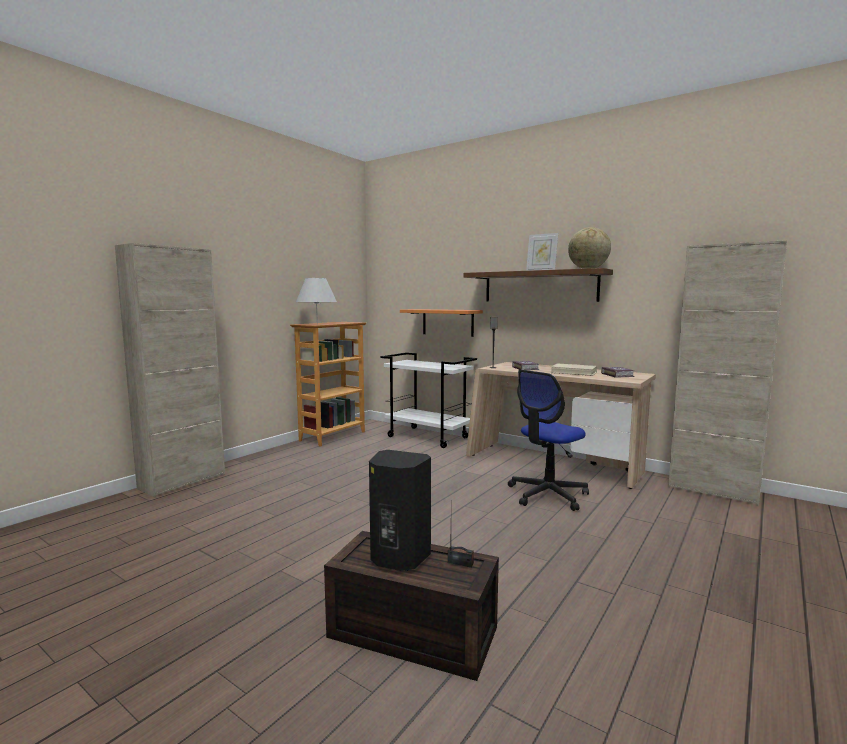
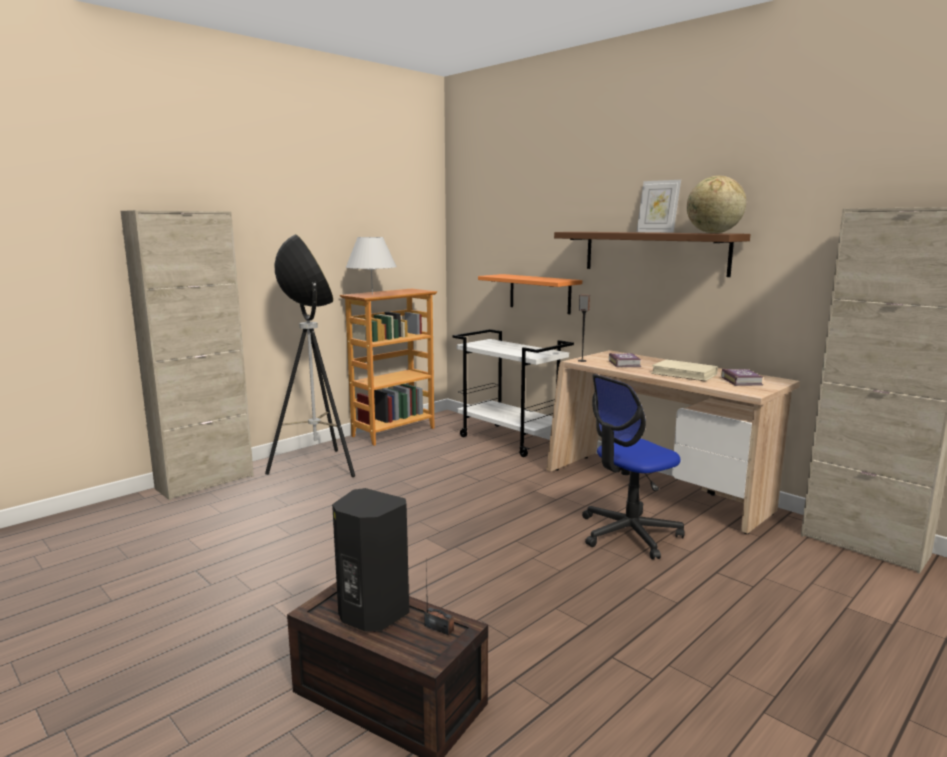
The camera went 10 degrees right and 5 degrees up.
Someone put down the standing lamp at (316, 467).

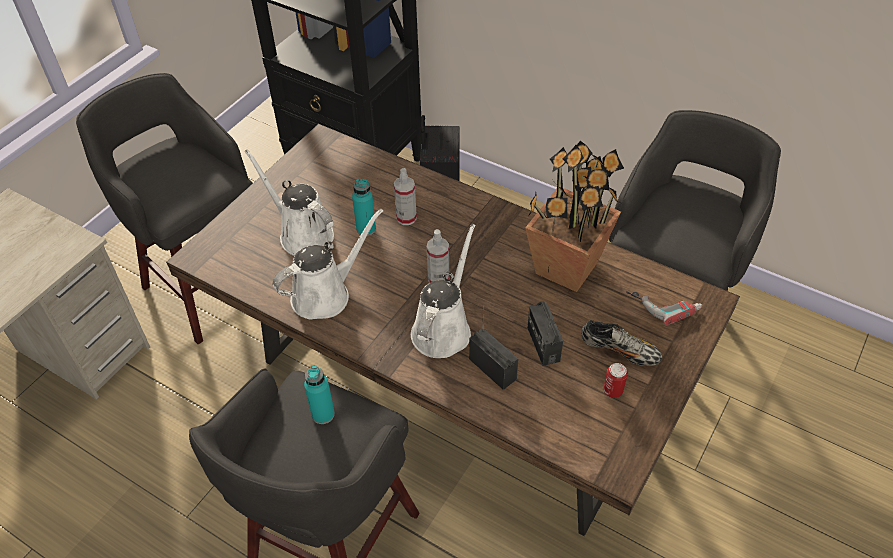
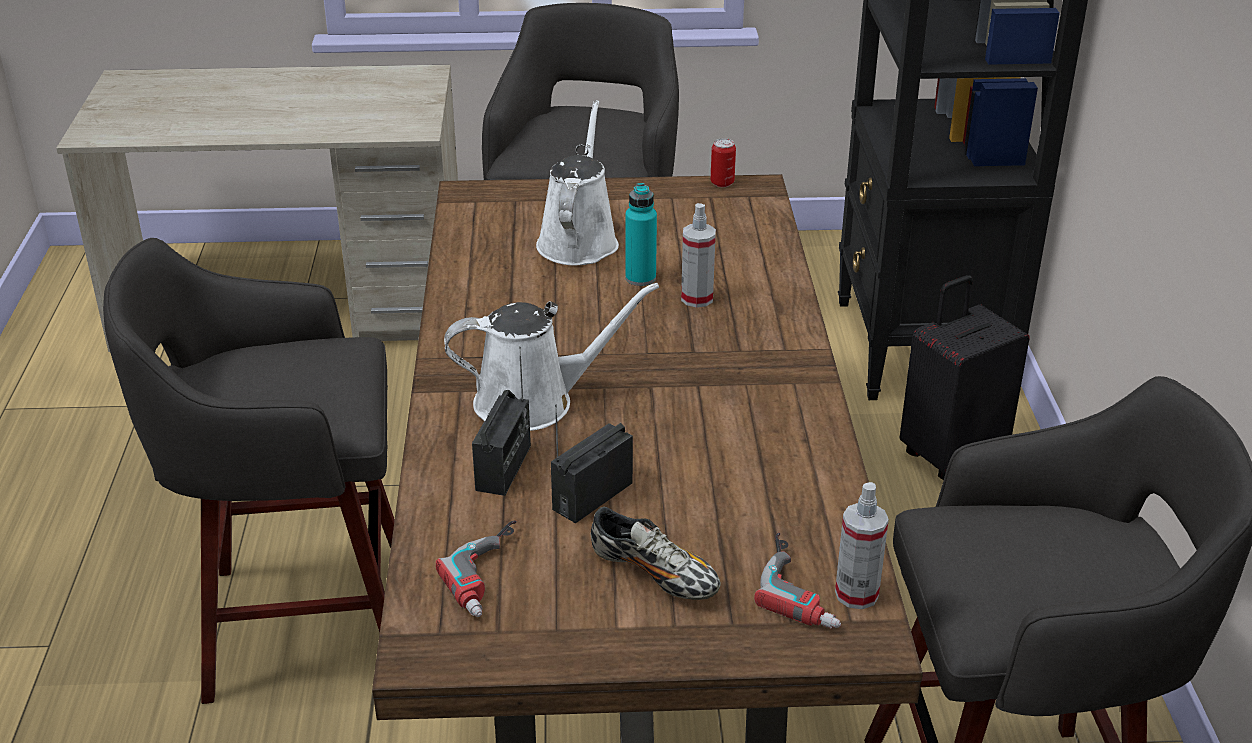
The camera went 55 degrees right and 15 degrees down.
Someone put down the drill at (494, 575).
Someone rotated the shoe at (619, 351) by 45 degrees counterclockwise.
Someone carried the can from (612, 390) to (722, 183).
Someone carried the sprayer from (438, 279) to (856, 594).
Someone took away the white watering can at (325, 294).
Someone took away the turquoise-coloured beverage bottle at (323, 414).
Someone took away the potted plant at (566, 267).

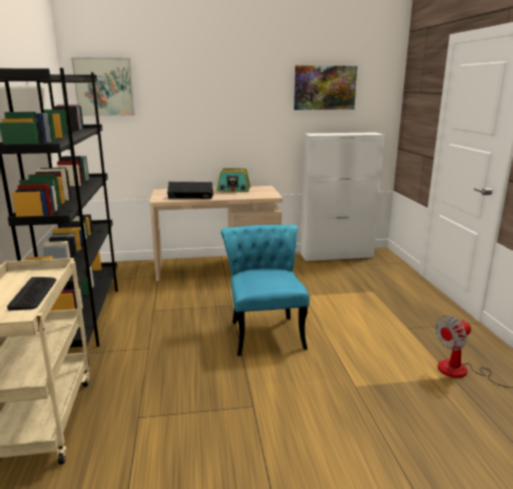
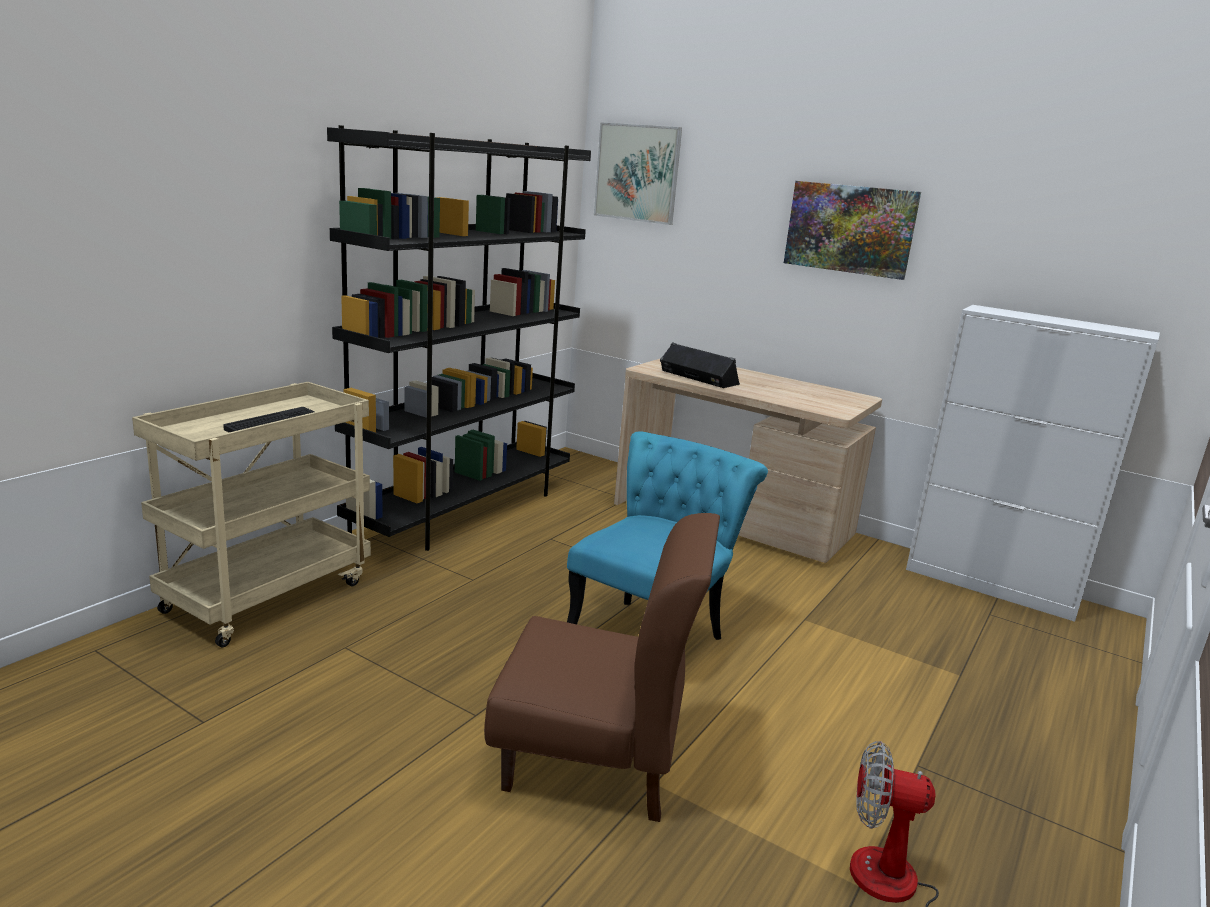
The camera went 40 degrees right and 0 degrees up.
Someone put down the brown-coloured upright chair at (593, 760).
Someone carried the wall art from (324, 88) to (850, 229).
Someone took away the radio set at (233, 189).

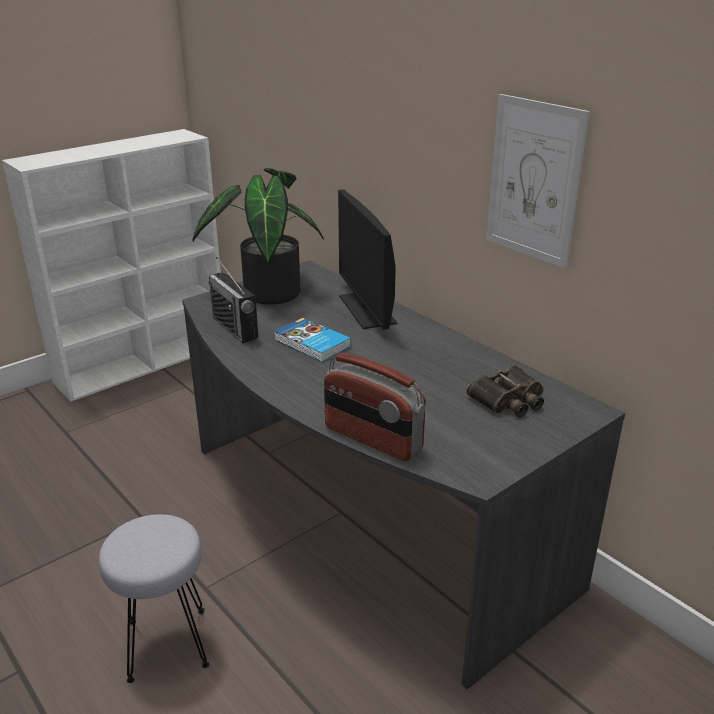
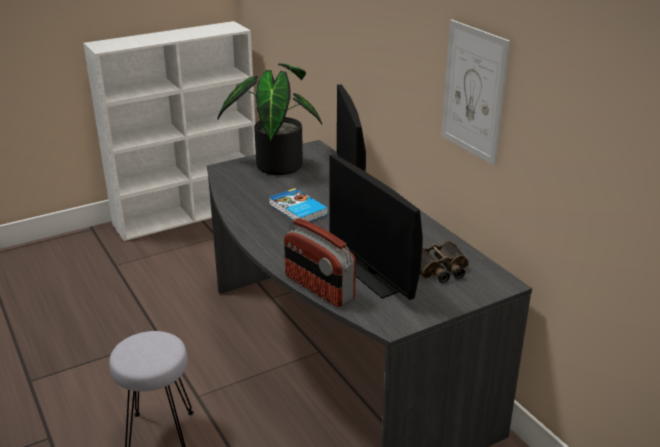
The camera went 10 degrees right and 0 degrees up.
Someone put down the computer screen at (373, 274).
Someone took away the radio set at (235, 328).

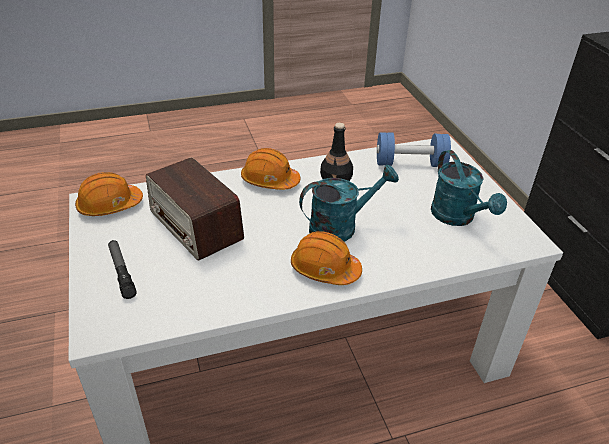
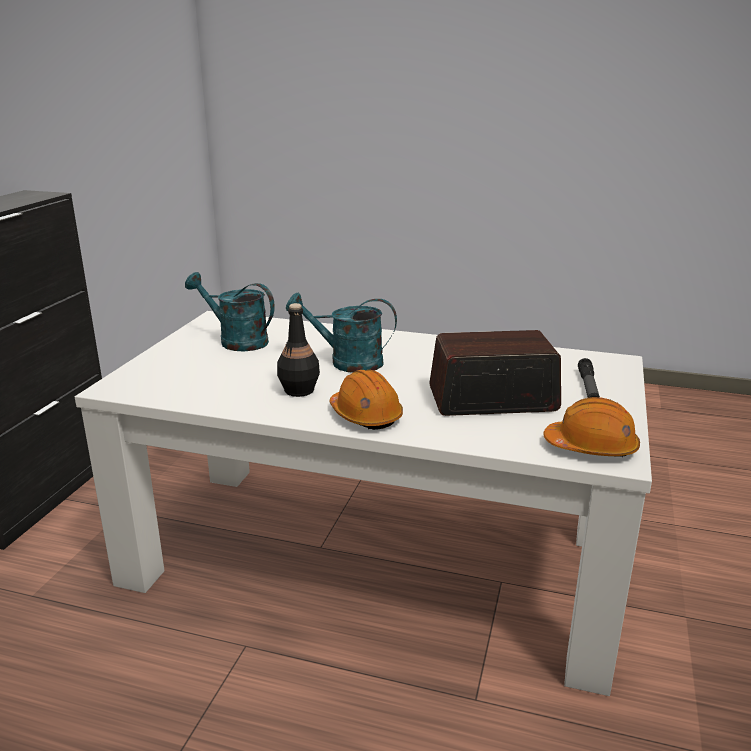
The camera went 145 degrees left and 15 degrees down.
Someone rotated the turquoise-coloured watering can at (457, 217) by 75 degrees counterclockwise.
Someone rotated the radio set at (196, 226) by 90 degrees counterclockwise.
Someone took away the orange work helmet at (324, 269).
Someone took away the blue dumbbell at (410, 163).

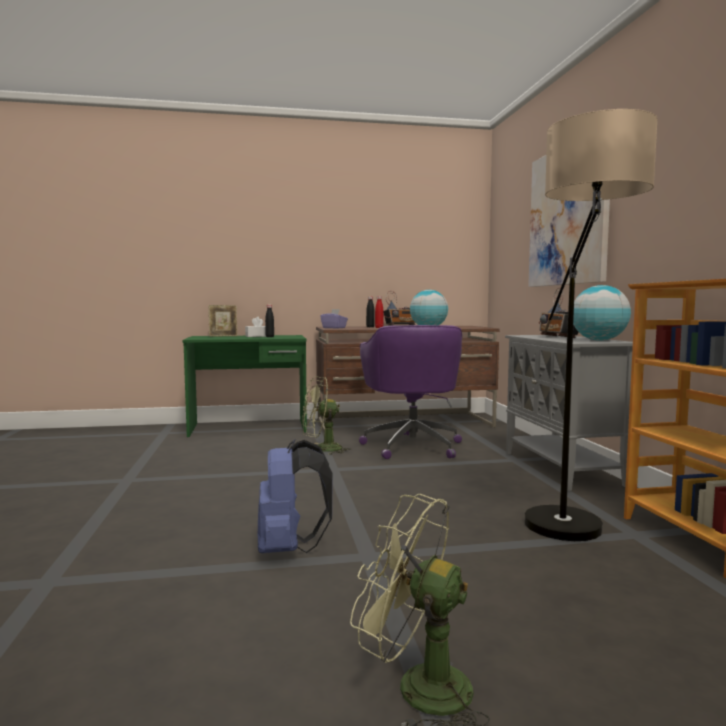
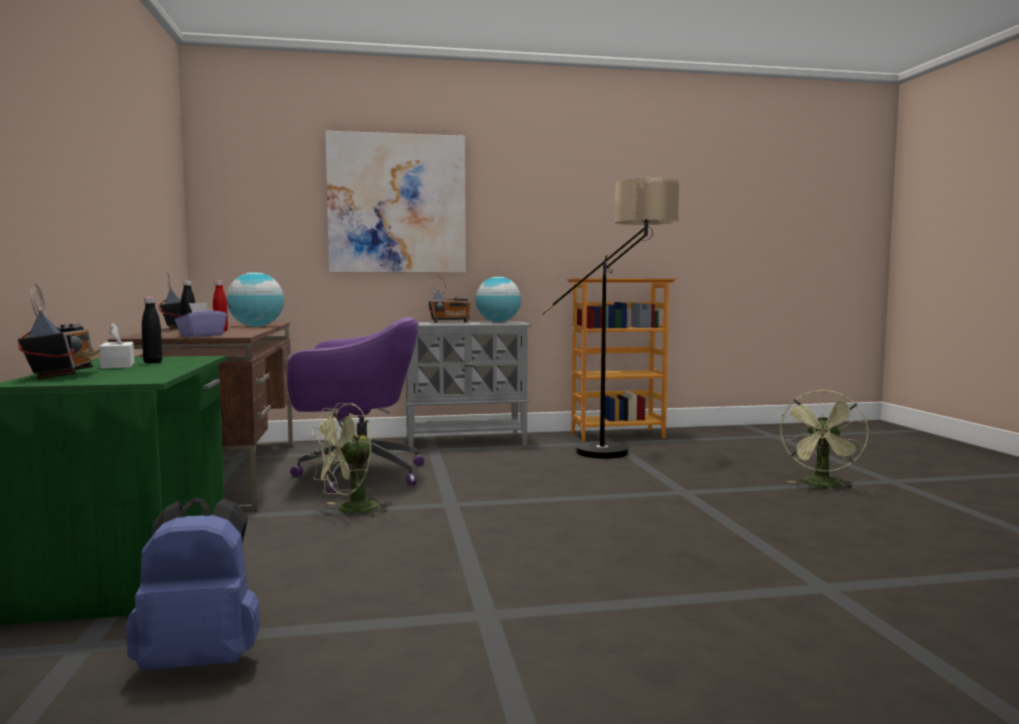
The camera went 90 degrees left and 0 degrees up.
Someone swapped the photo frame at (223, 336) for the radio set at (62, 375).
Someone carried the blue backpack from (289, 549) to (202, 660).
Someone rotated the green cooling fan at (322, 449) by 60 degrees clockwise.

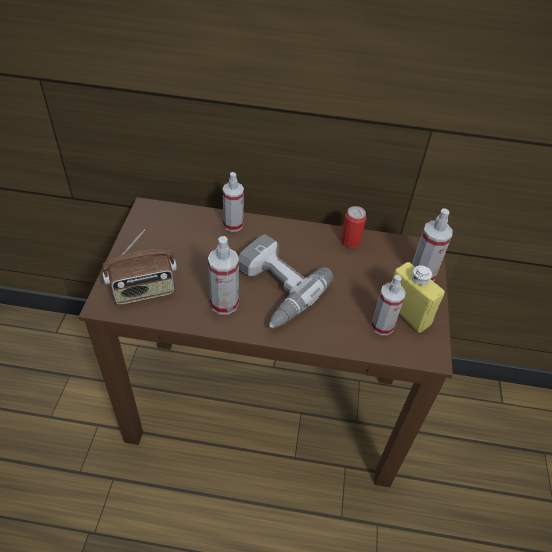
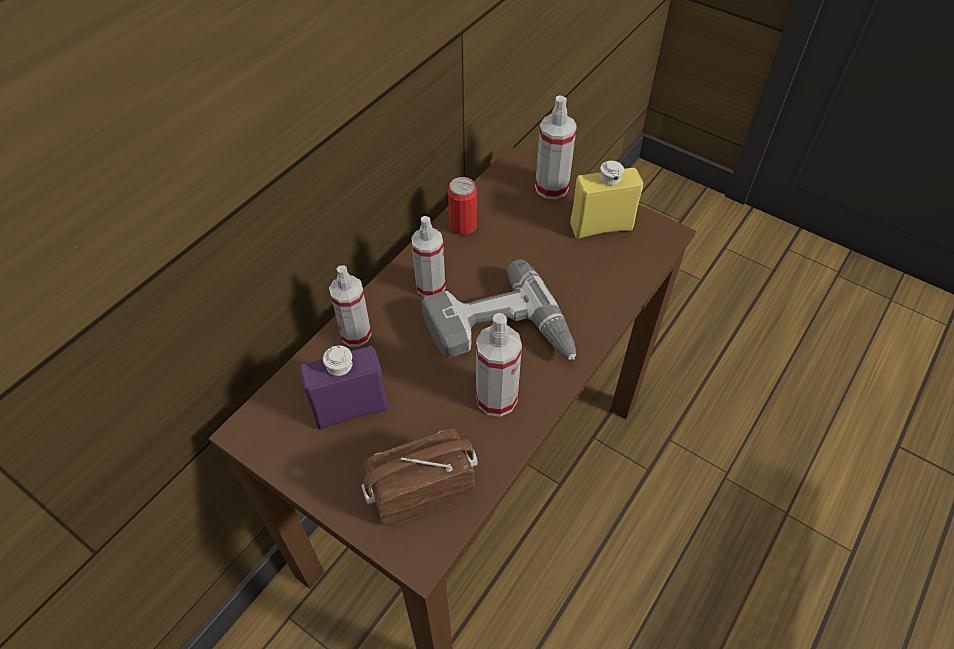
The camera went 60 degrees left and 5 degrees up.
Someone put down the purple-coloured beverage bottle at (350, 409).
Someone rotated the radio set at (144, 291) by 120 degrees counterclockwise.
Someone carried the sprayer from (382, 326) to (430, 286).

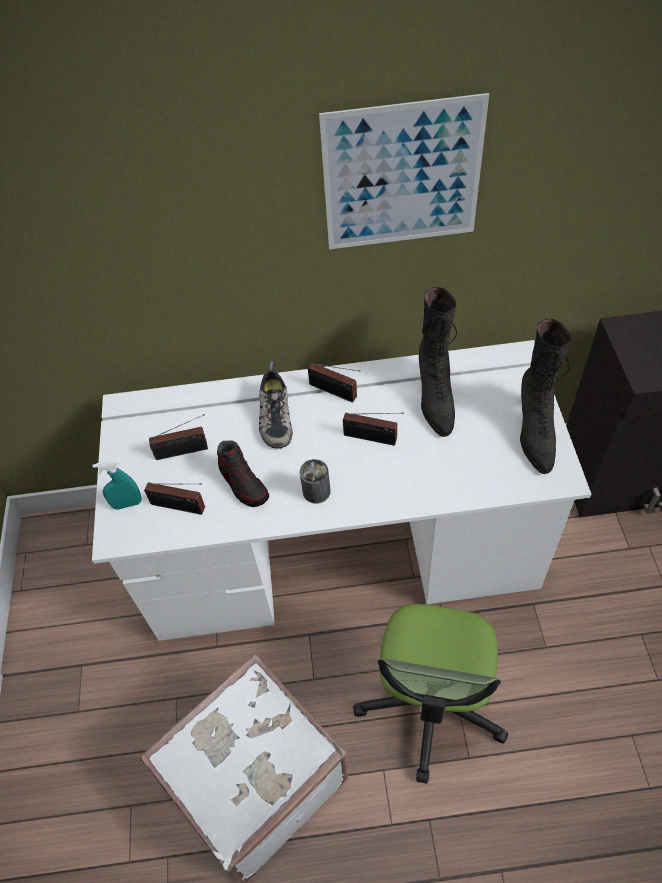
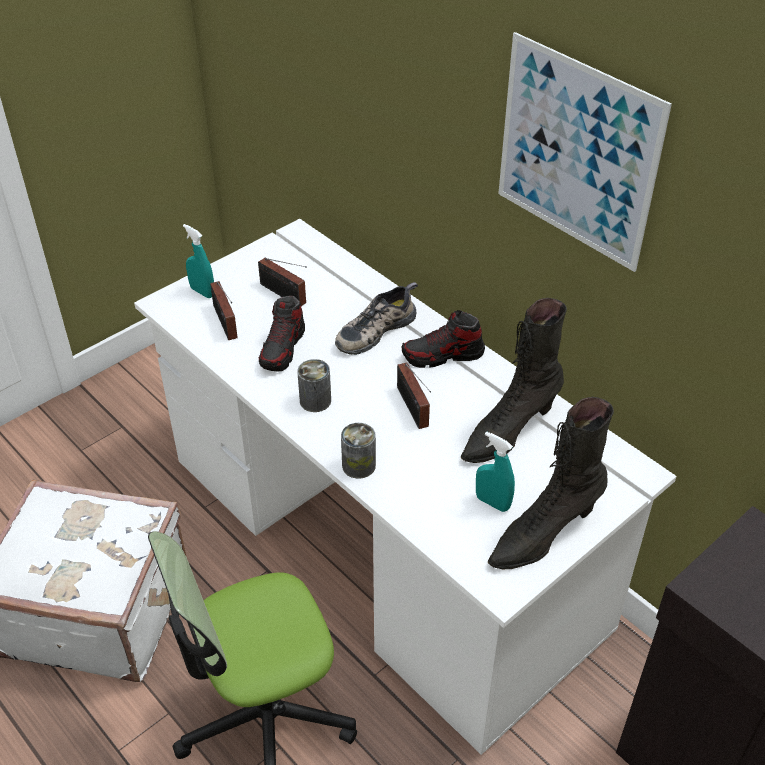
The camera went 50 degrees right and 10 degrees down.
Someone put down the can at (358, 465).
Someone swapped the radio set at (335, 392) for the shoe at (443, 355).
Someone put down the turquoise-coloured sprayer at (492, 502).

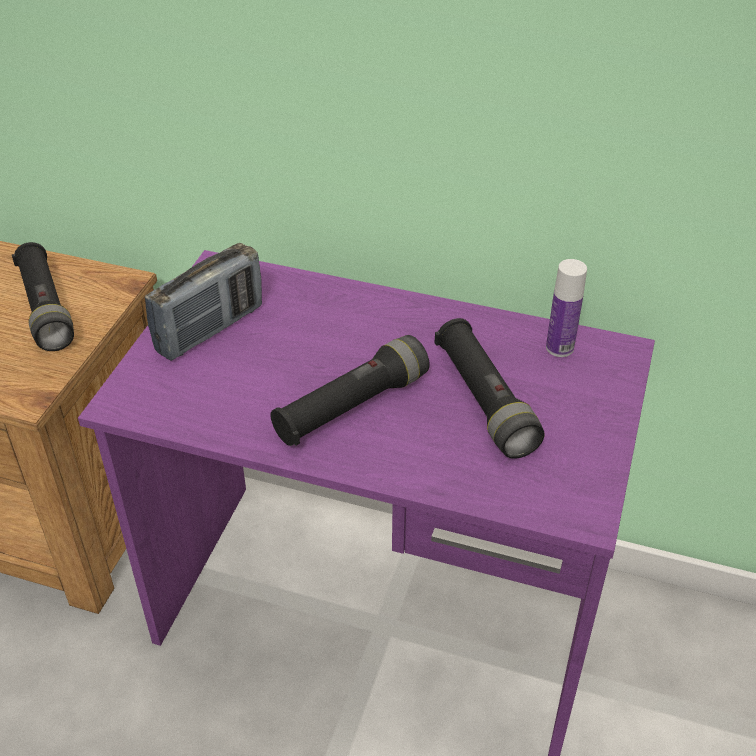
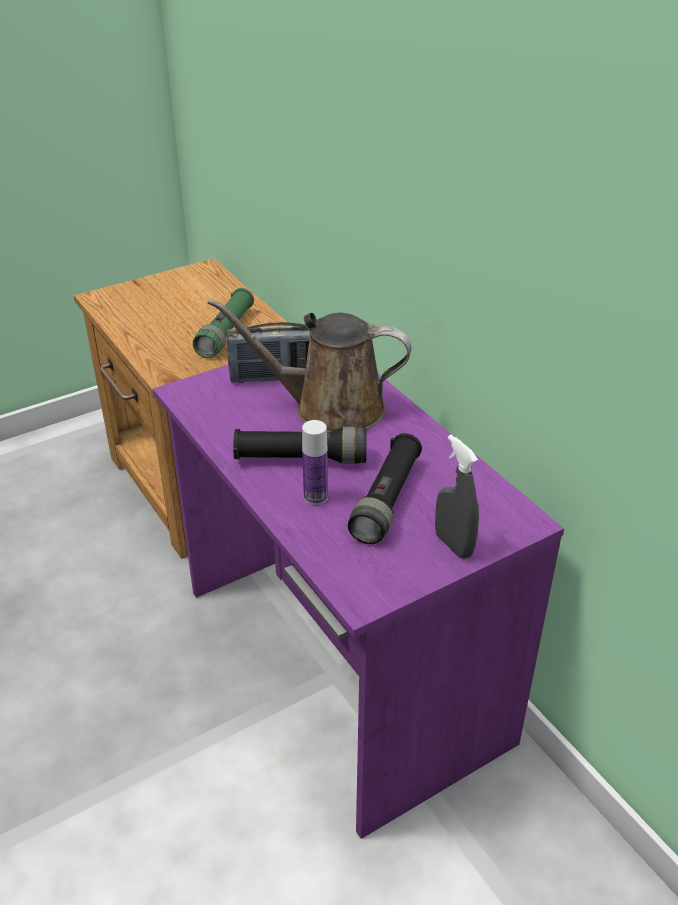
The camera went 40 degrees right and 5 degrees down.
Someone repainted the black hand torch at (46, 309), which became the green hand torch at (226, 333).
Someone put down the brown-coloured watering can at (329, 408).
Someone carried the beverage bottle from (559, 348) to (315, 497).
Someone put down the gray sprayer at (453, 545).

